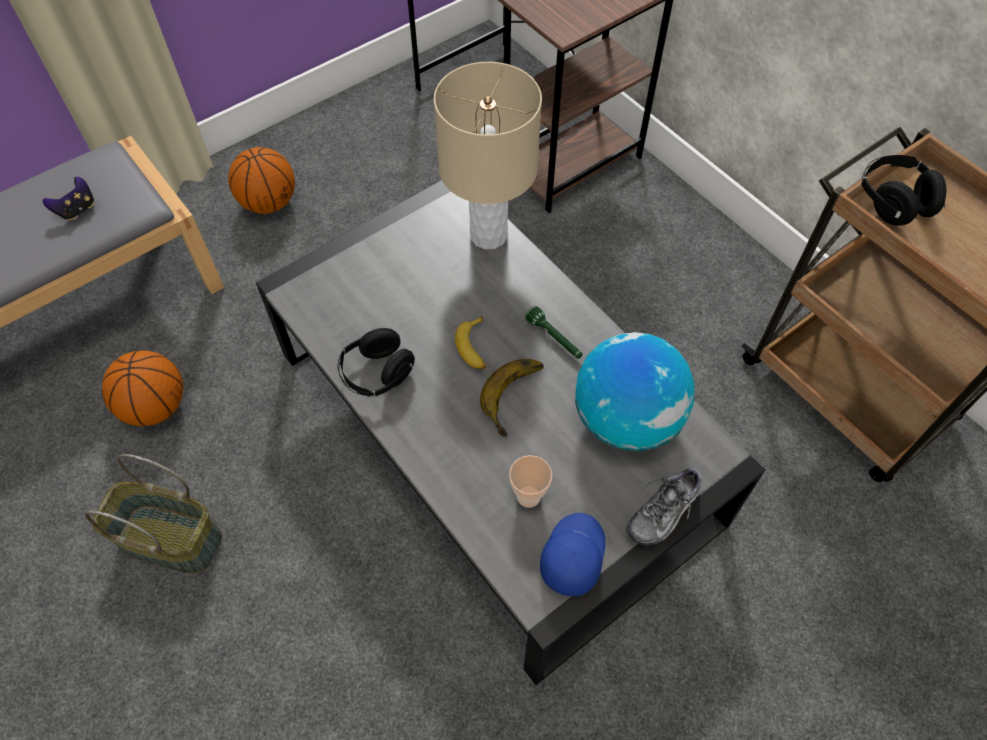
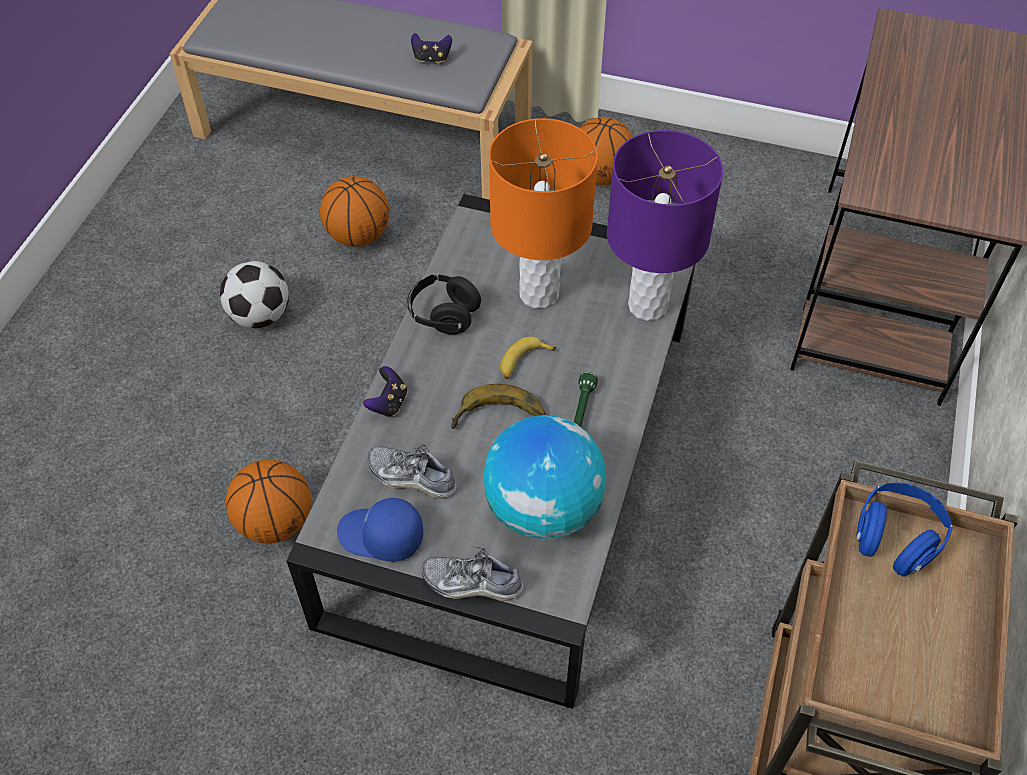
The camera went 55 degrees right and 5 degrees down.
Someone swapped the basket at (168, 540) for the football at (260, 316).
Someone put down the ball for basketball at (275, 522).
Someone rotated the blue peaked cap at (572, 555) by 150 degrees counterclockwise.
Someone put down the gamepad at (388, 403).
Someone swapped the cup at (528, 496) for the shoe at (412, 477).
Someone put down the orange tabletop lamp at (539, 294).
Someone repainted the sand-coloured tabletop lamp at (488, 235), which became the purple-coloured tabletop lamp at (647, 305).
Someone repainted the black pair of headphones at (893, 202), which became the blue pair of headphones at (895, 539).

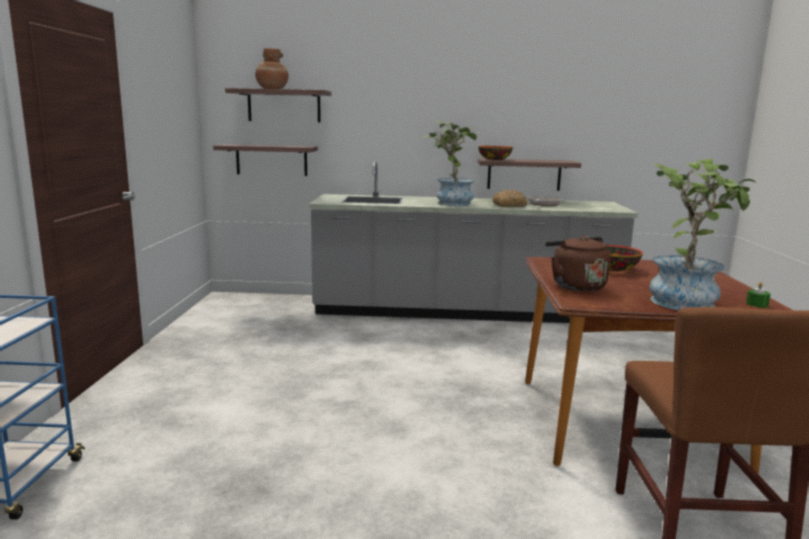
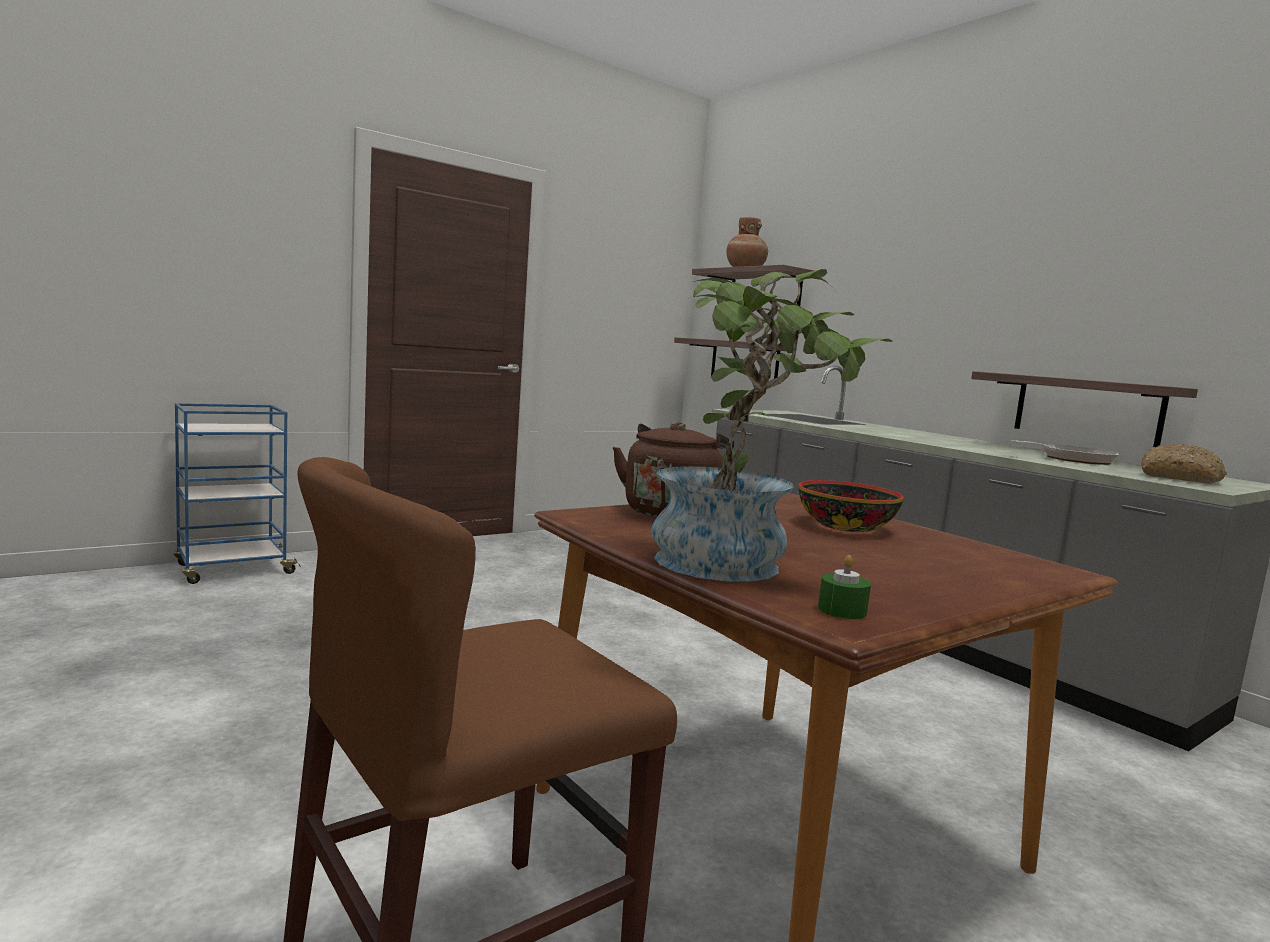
The camera went 50 degrees right and 5 degrees down.
Someone carried the bread from (509, 205) to (1180, 478).
Someone took away the potted plant at (450, 202).
Someone took away the deep dish at (494, 159).

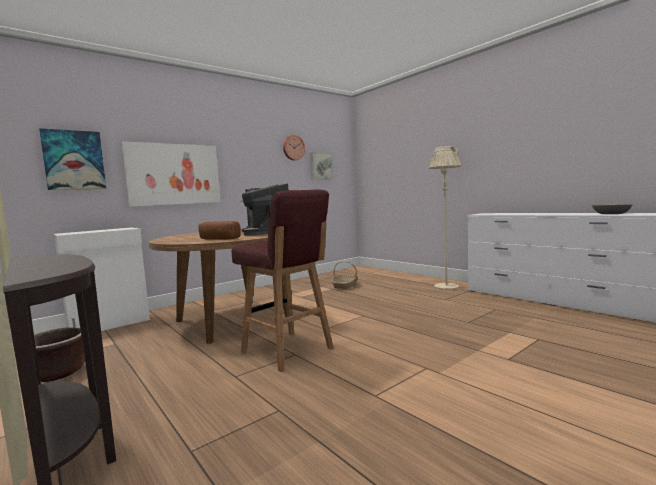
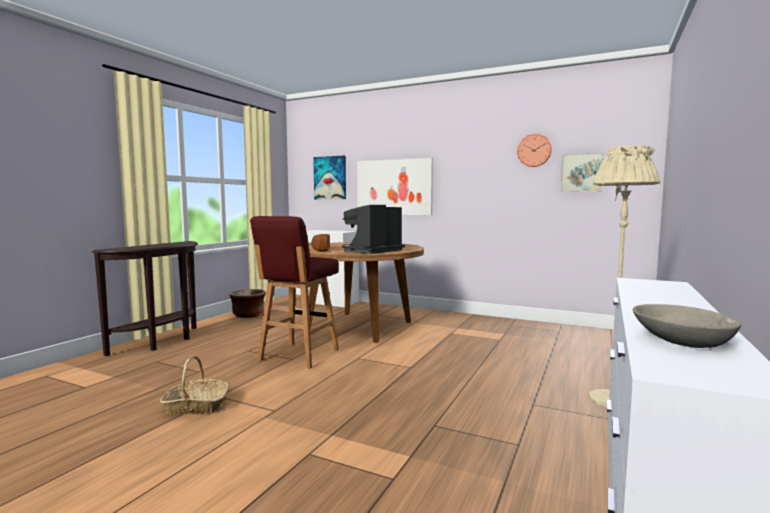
The camera went 65 degrees right and 0 degrees up.
Someone carried the basket from (345, 285) to (196, 406).

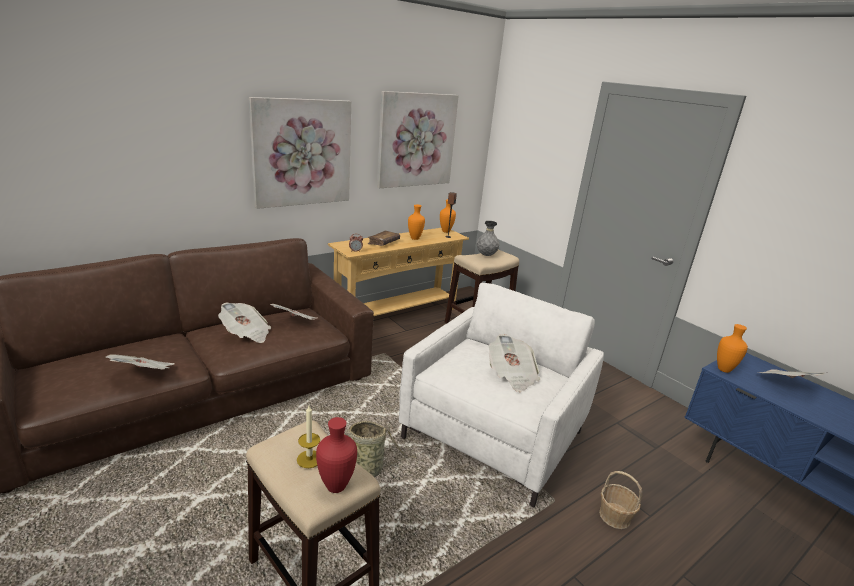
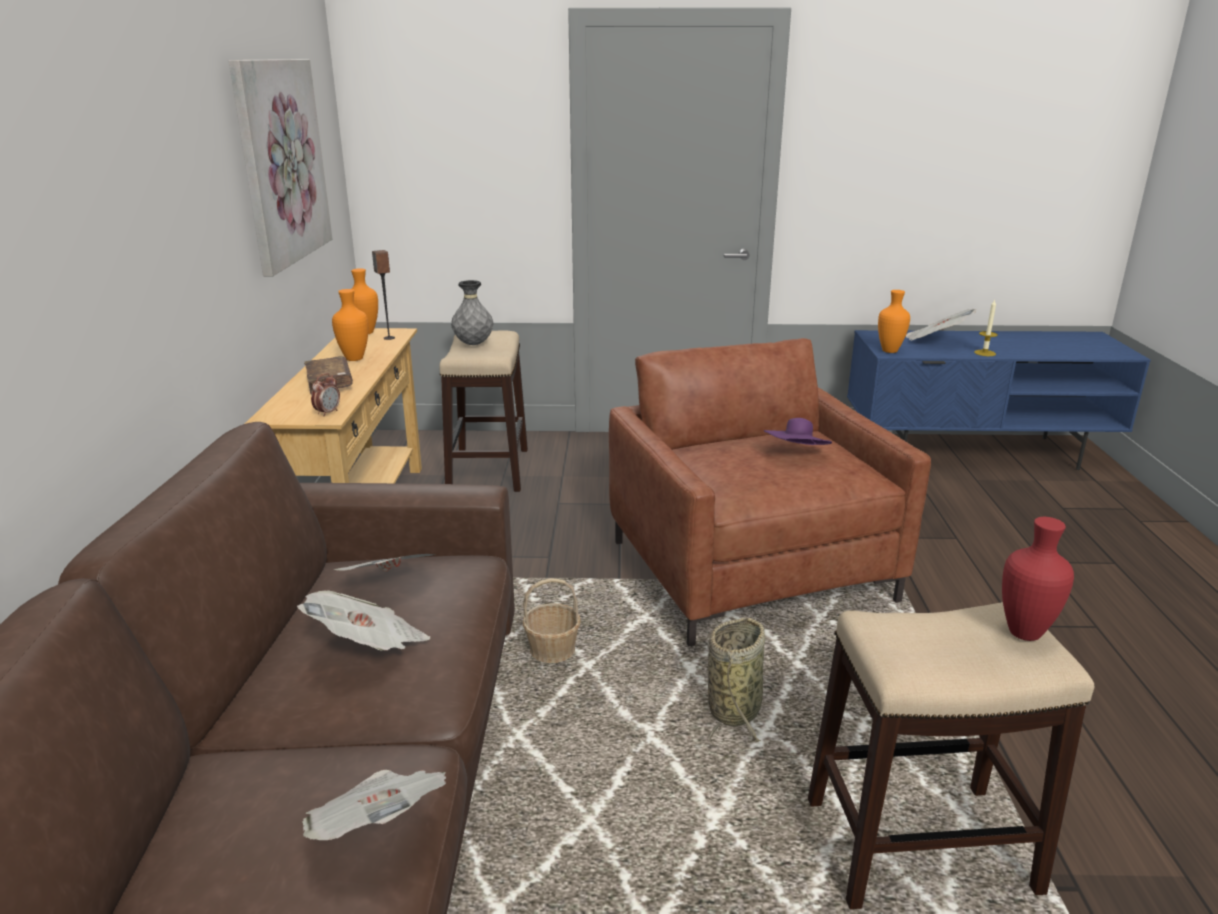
The camera went 50 degrees left and 0 degrees up.
Someone carried the basket from (615, 516) to (553, 651).
Someone repainted the white armchair at (493, 435), which became the brown-coloured armchair at (750, 571).
Someone swapped the printed paper at (511, 375) for the purple-coloured clothing hat at (796, 454).
Someone carried the wax candle from (309, 459) to (984, 353).
Someone took away the wall art at (302, 153).

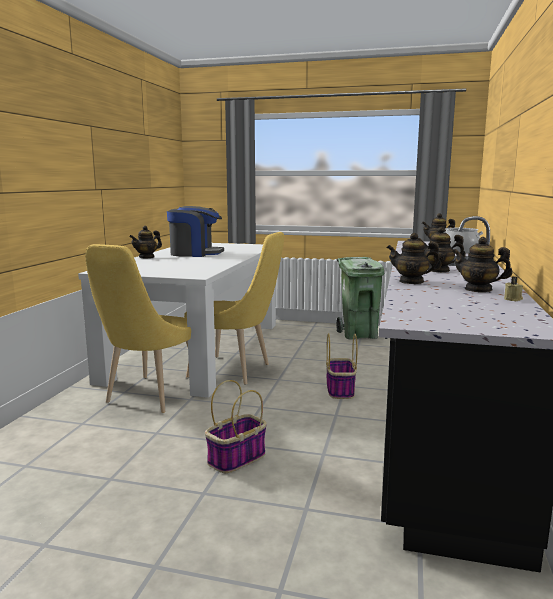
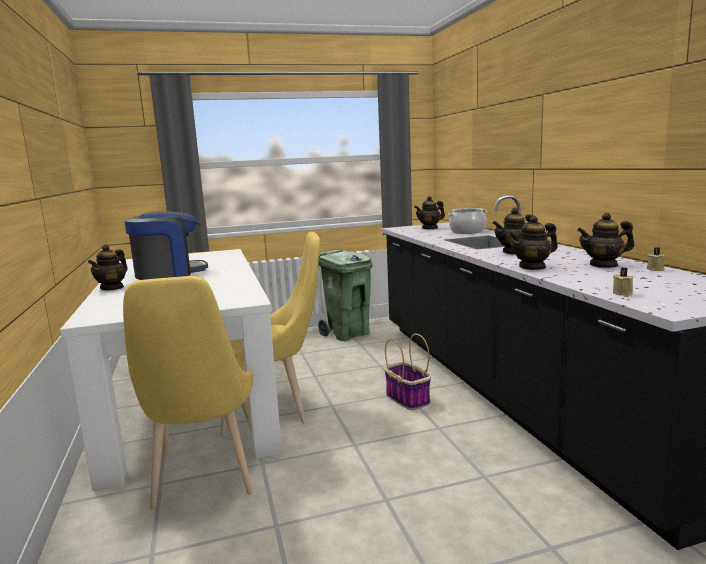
The camera went 30 degrees left and 0 degrees up.
Someone put down the sand-coloured wax candle at (623, 293).
Someone took away the basket at (236, 459).

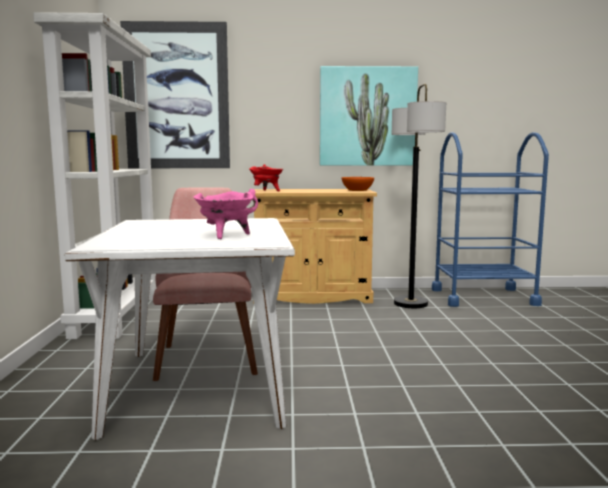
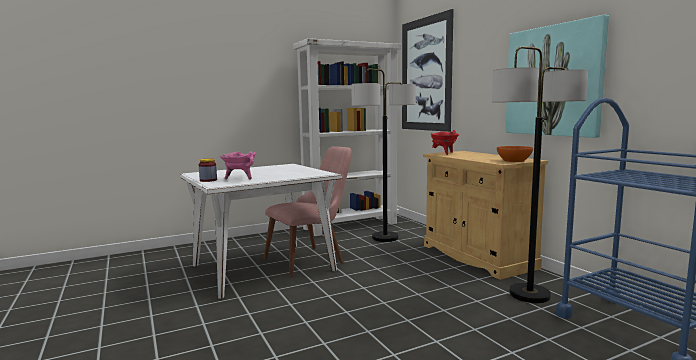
The camera went 65 degrees right and 0 degrees up.
Someone put down the storage jar at (208, 180).
Someone put down the standing lamp at (385, 238).

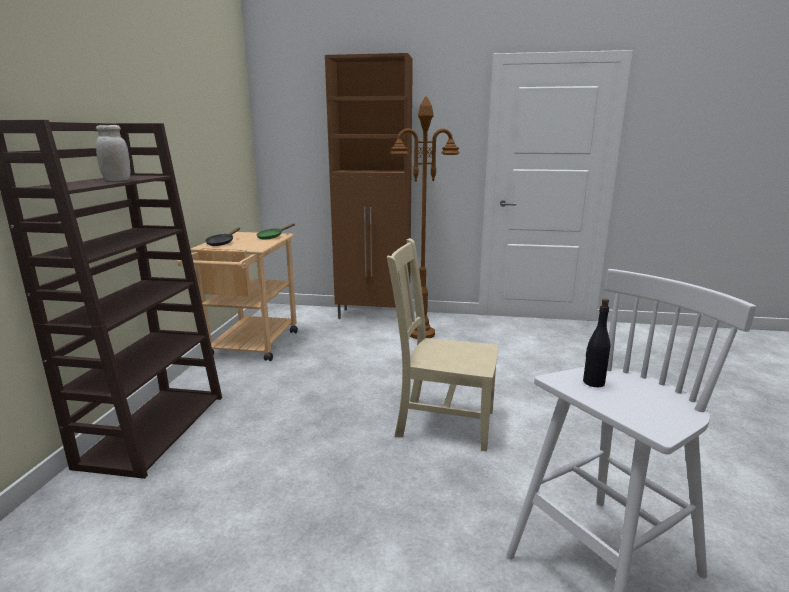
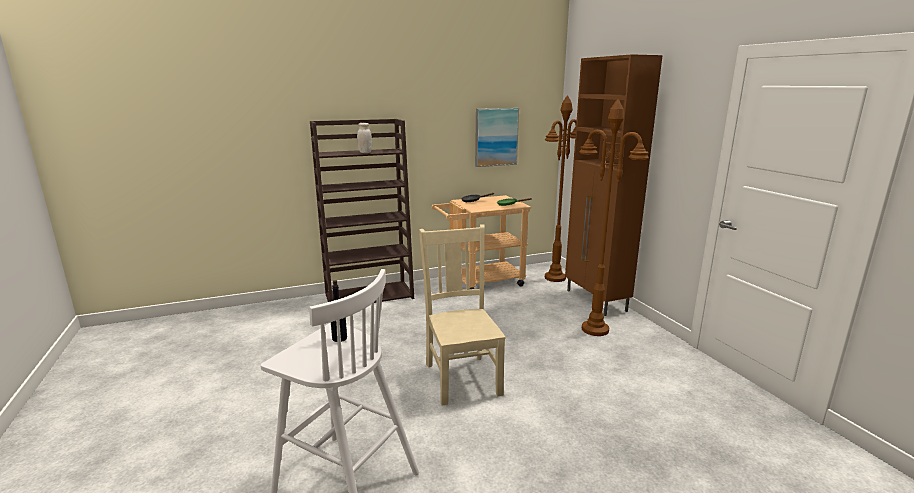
The camera went 60 degrees right and 0 degrees up.
Someone put up the wall art at (496, 137).
Someone put down the brown-coloured standing lamp at (555, 278).

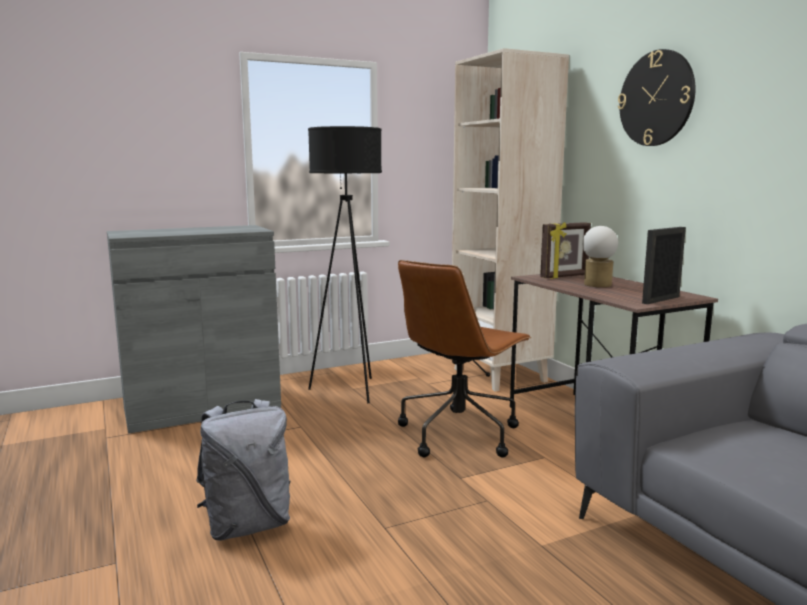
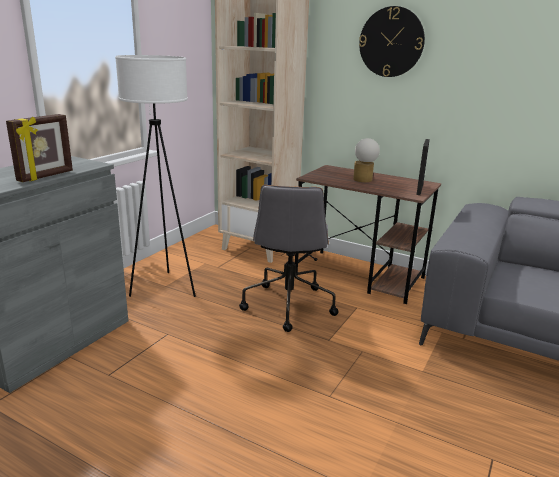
The camera went 35 degrees left and 10 degrees up.
Someone carried the photo frame from (564, 276) to (46, 176).
Someone repainted the black standing lamp at (349, 390), which became the white standing lamp at (165, 288).
Someone repainted the brown-coloured desk chair at (459, 433), which became the gray desk chair at (288, 305).
Someone took away the gray backpack at (247, 525).

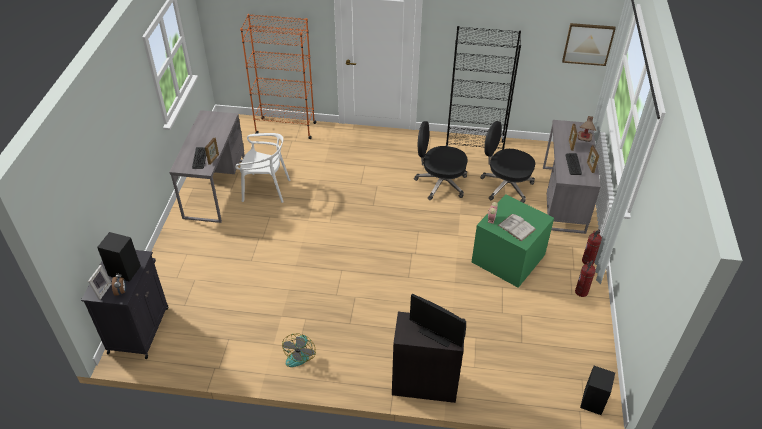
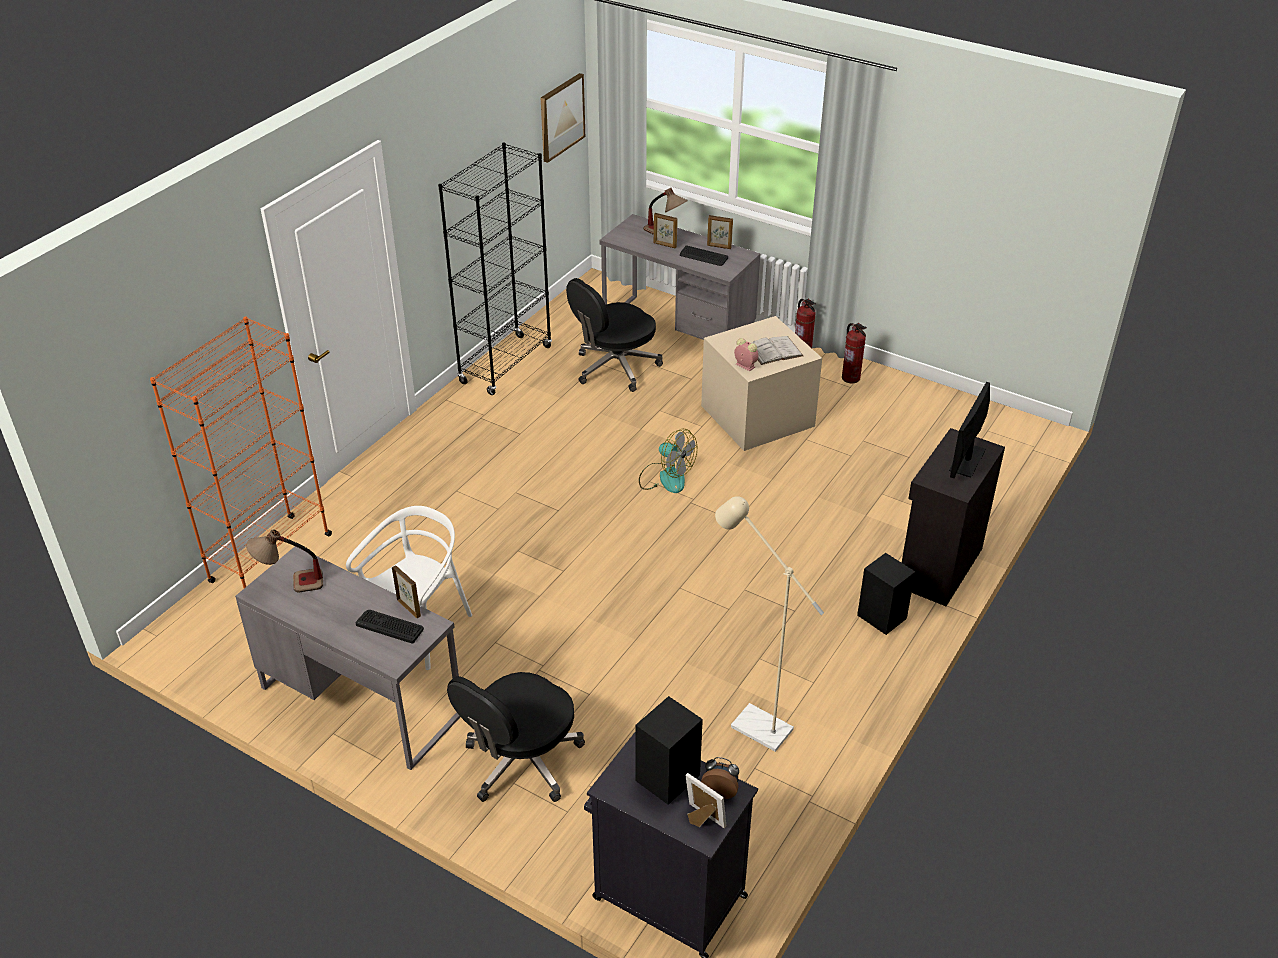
The camera went 65 degrees left and 5 degrees down.
Someone put down the tabletop lamp at (290, 584).
Someone carried the black desk chair from (440, 183) to (521, 762).
Someone carried the cooling fan from (299, 354) to (666, 477).
Someone repainted the green storage bin at (508, 257), which became the sand-coloured storage bin at (755, 415).
Someone put down the sand-coloured standing lamp at (752, 723).
Someone carried the black speaker from (592, 402) to (882, 617).
Someone rotated the computer screen at (436, 334) by 150 degrees clockwise.

